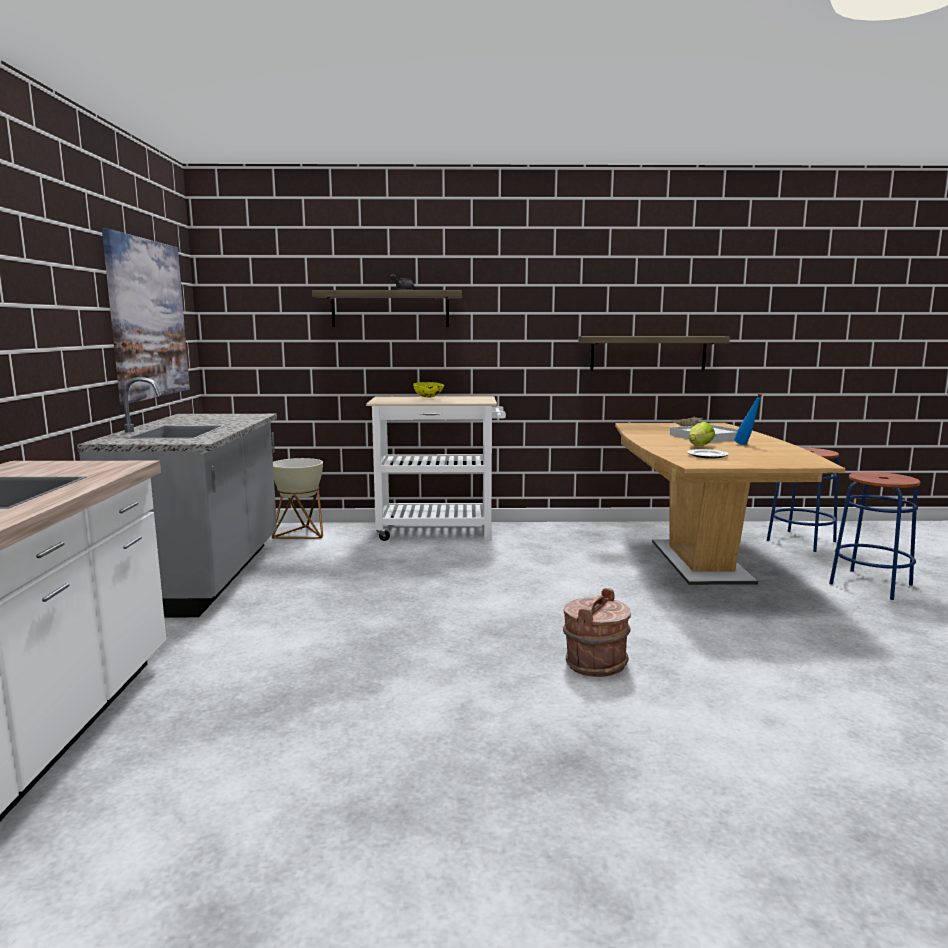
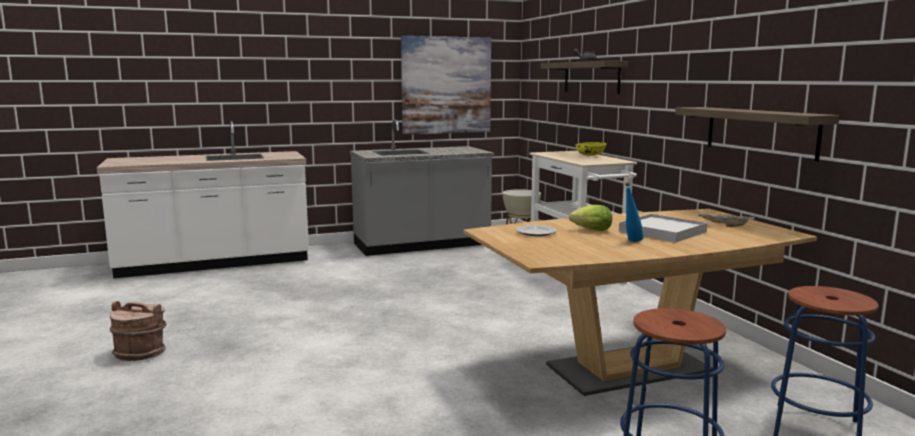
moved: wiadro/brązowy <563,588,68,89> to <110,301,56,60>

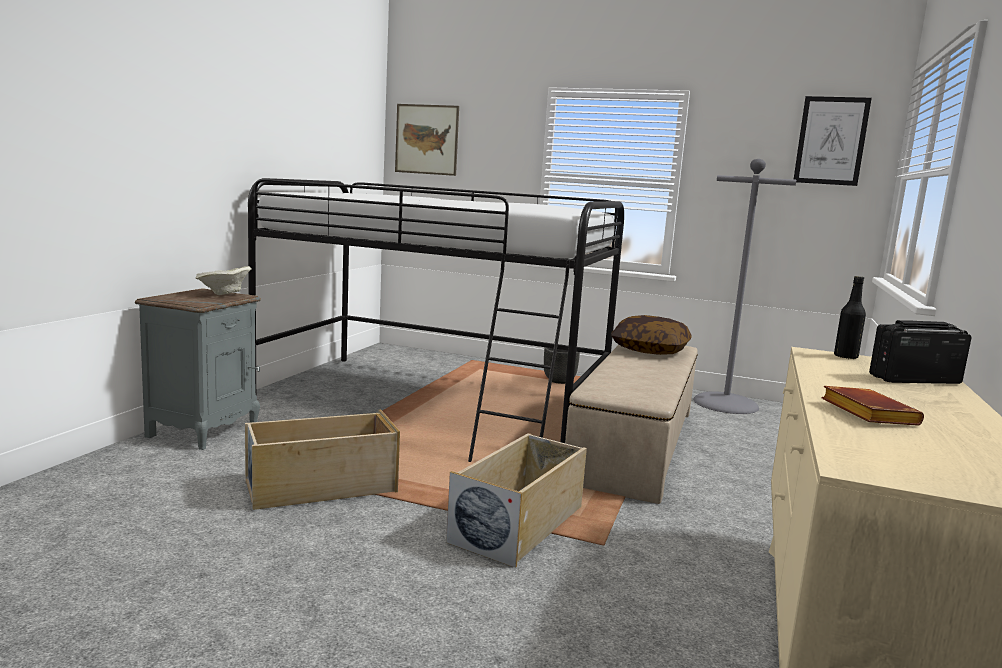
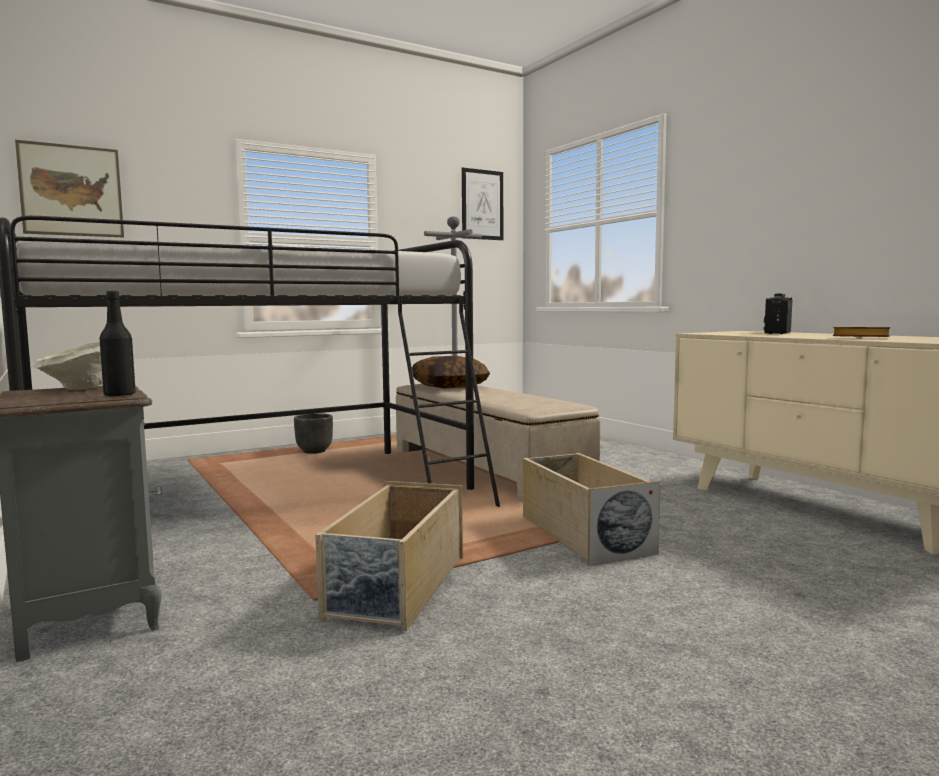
moved: butelka/czarny <834,276,32,83> to <100,291,36,106>

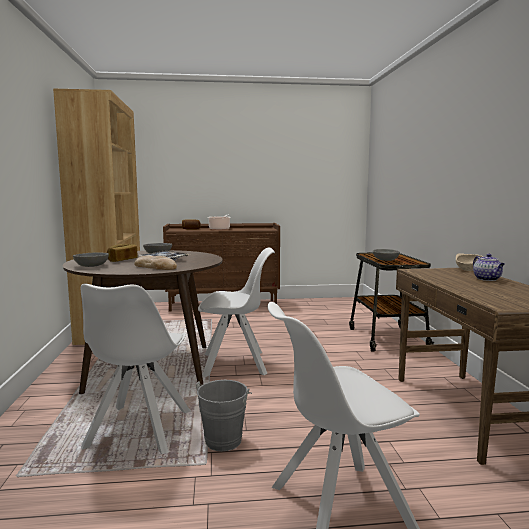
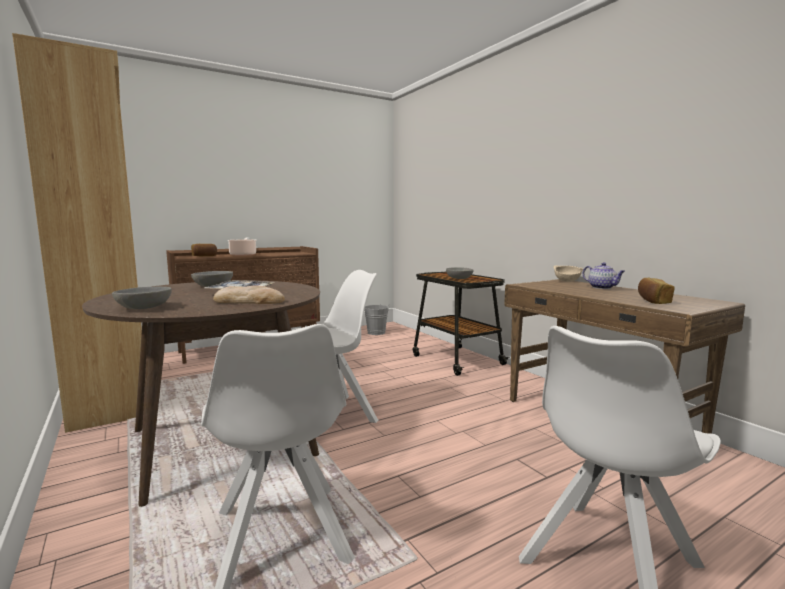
moved: chleb <107,244,31,18> to <638,278,37,26>; wiadro/szary <196,380,56,71> to <364,304,26,31>

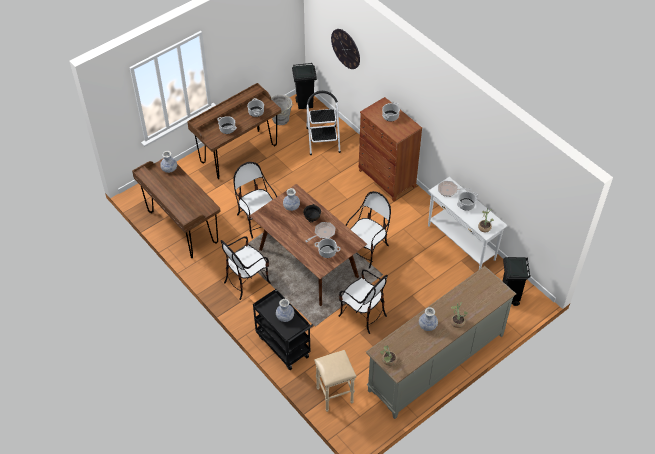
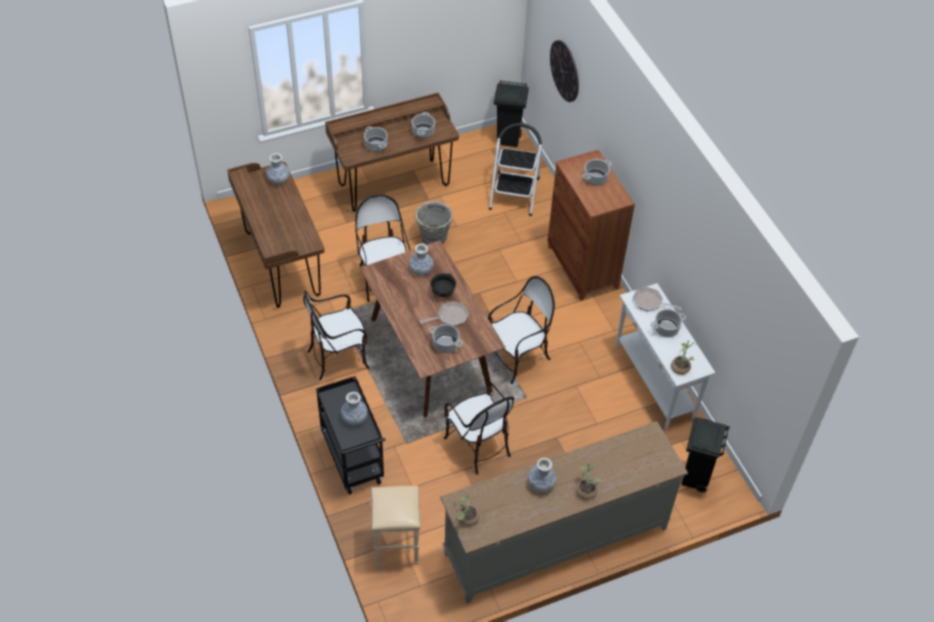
moved: wiadro/szary <271,94,22,31> to <413,201,39,44>

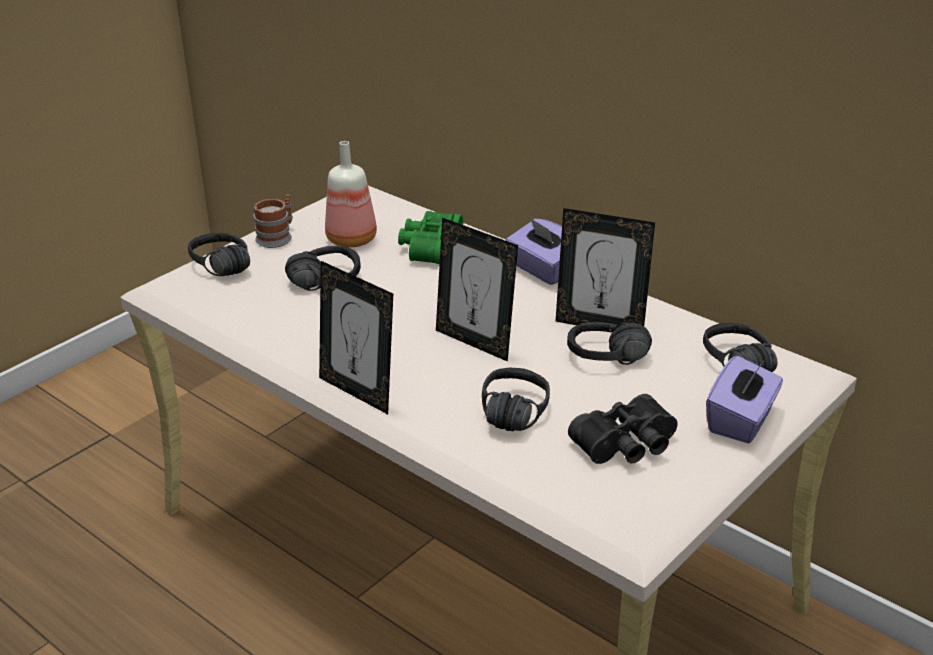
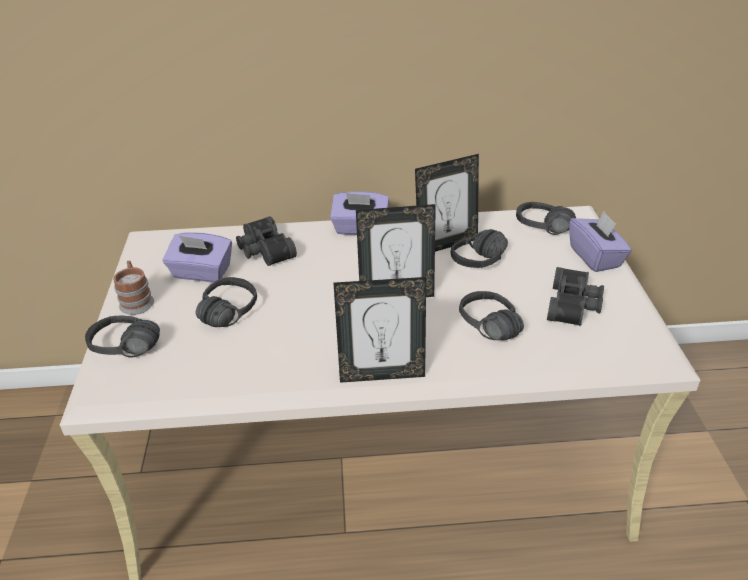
replaced: butelka <325,141,52,107> to pudełko chusteczek/fioletowy <163,232,69,50>
recoloured: lornetka/zielony <398,211,65,53> to lornetka/czarny <236,216,61,50>

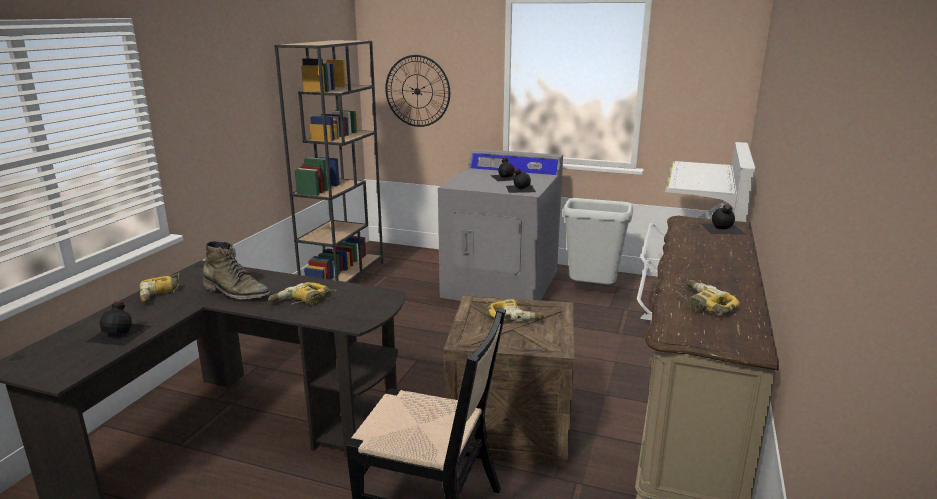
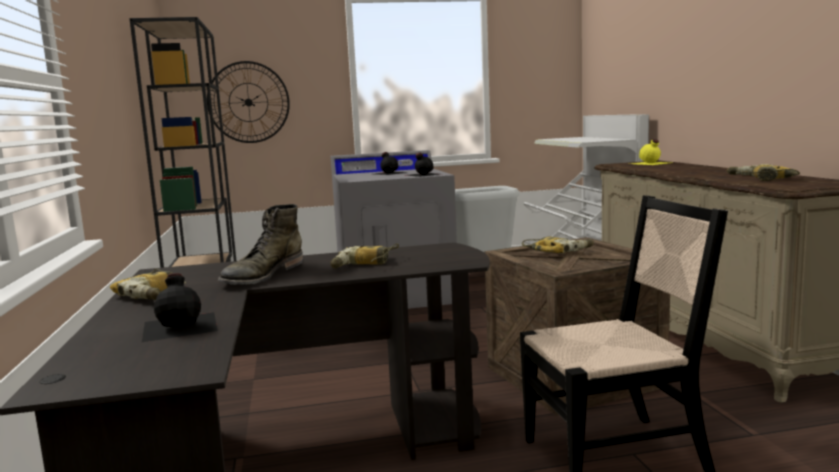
recoloured: butelka/czarny <701,205,44,29> to butelka/żółty <632,139,38,26>
turned: but z cholewką/zielony <203,241,68,58> = <217,204,86,81> 120 degrees clockwise

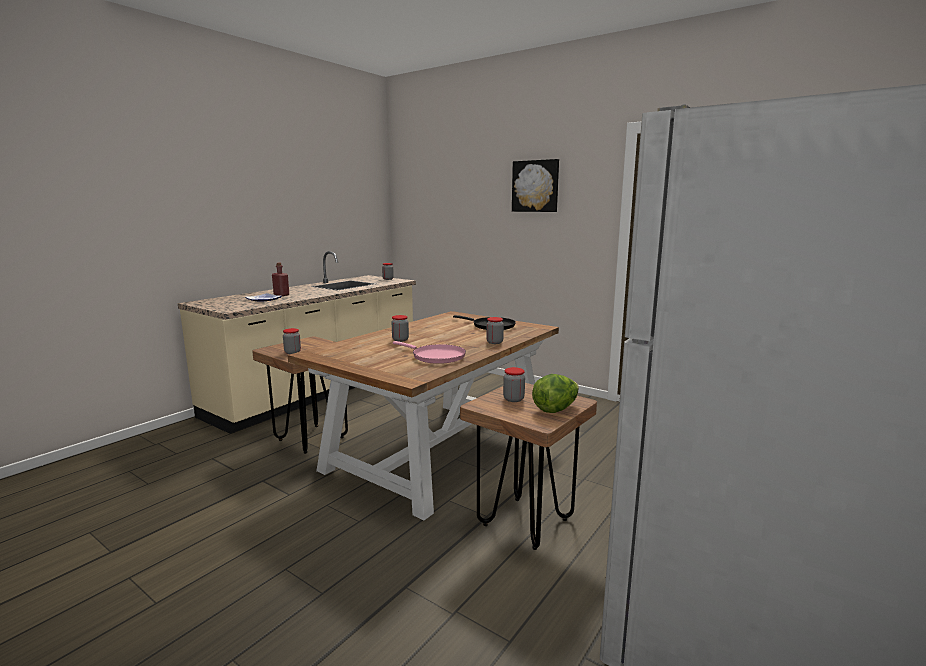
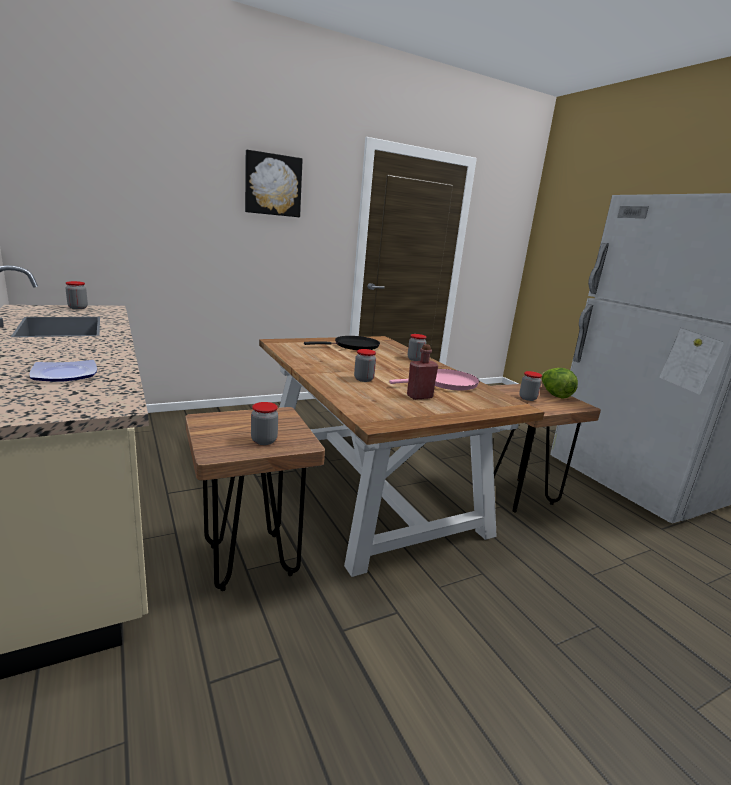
moved: butelka/czerwony <272,263,17,33> to <407,344,31,56>

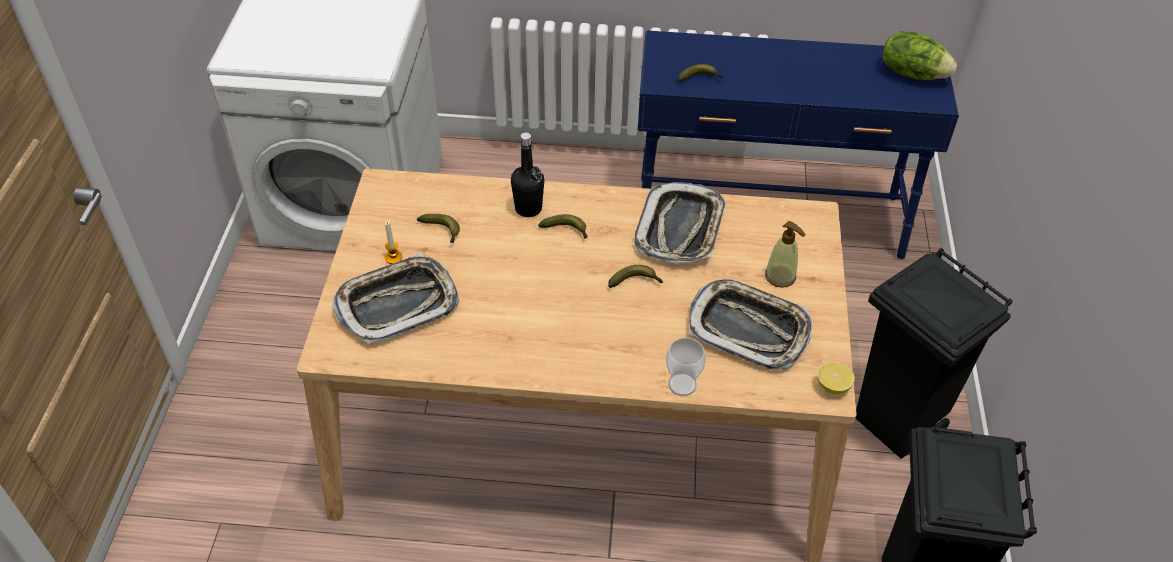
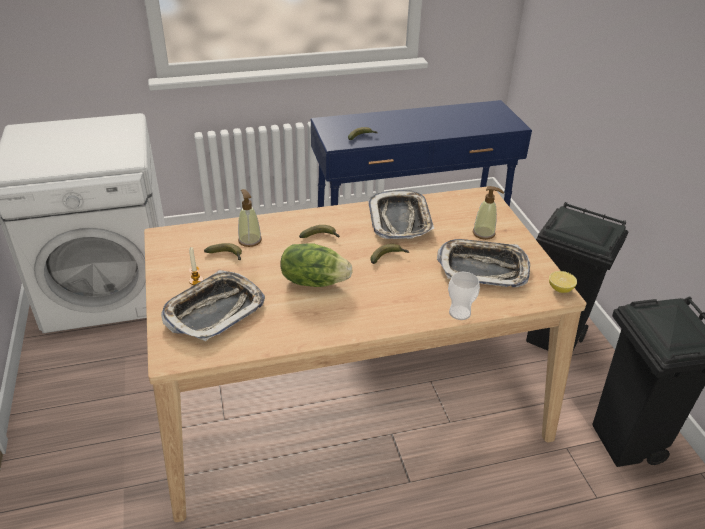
removed: butelka/czarny <511,133,33,84>
added: dozownik mydła <238,189,24,58>
moved: sałata <883,31,74,49> to <280,244,73,43>

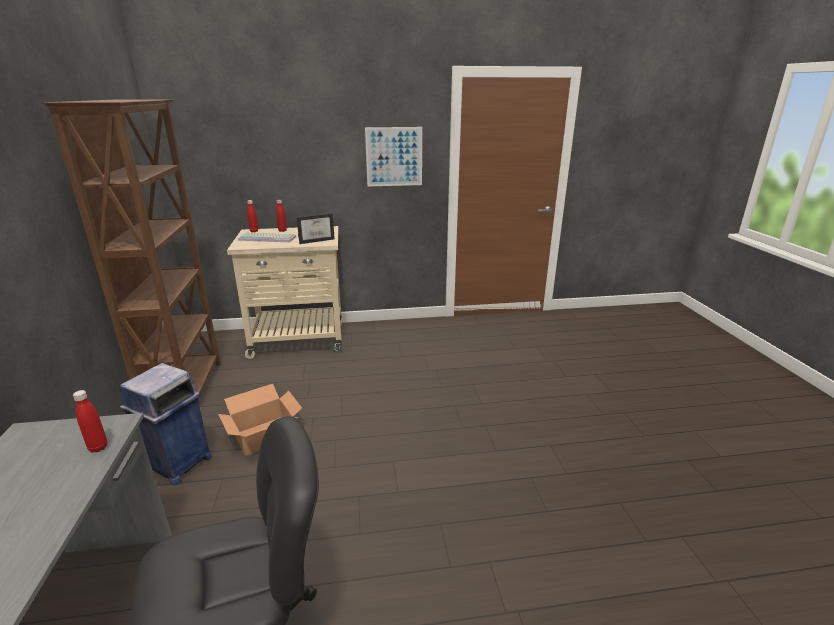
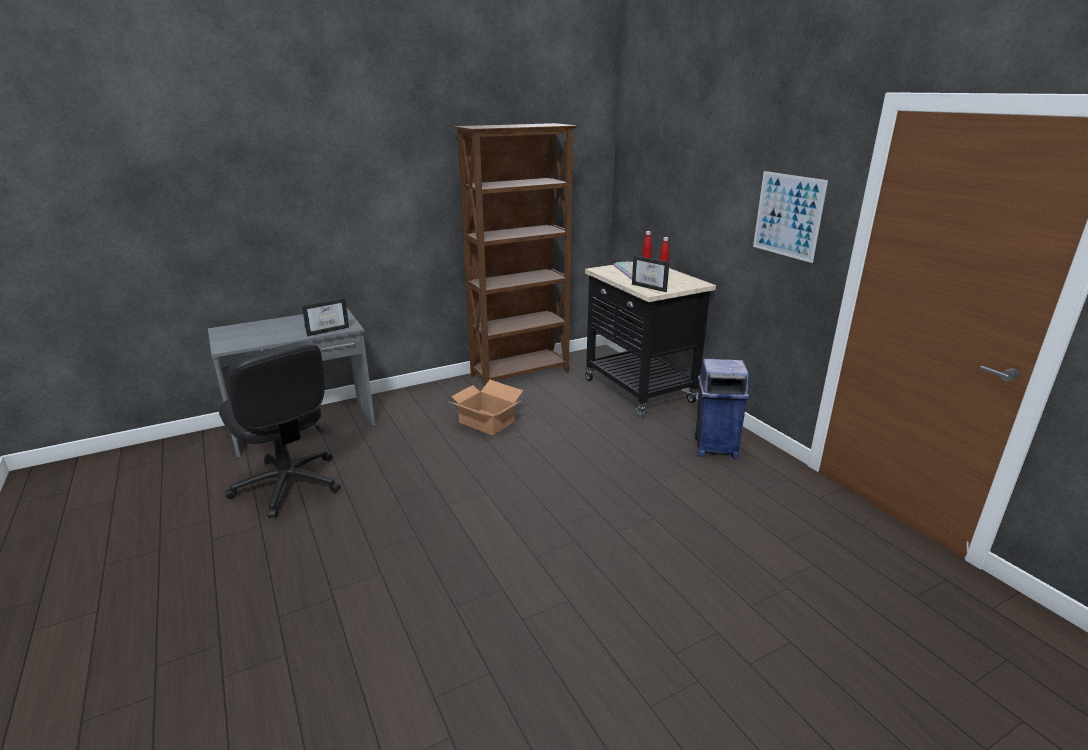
moved: kosz na śmieci/niebieski <120,363,92,122> to <695,359,55,100>
replaced: butelka/czerwony <73,390,35,63> to ramka na zdjęcie <302,298,47,38>
recoloured: wózek/beżowy <227,226,115,133> to wózek/czarny <585,262,131,155>

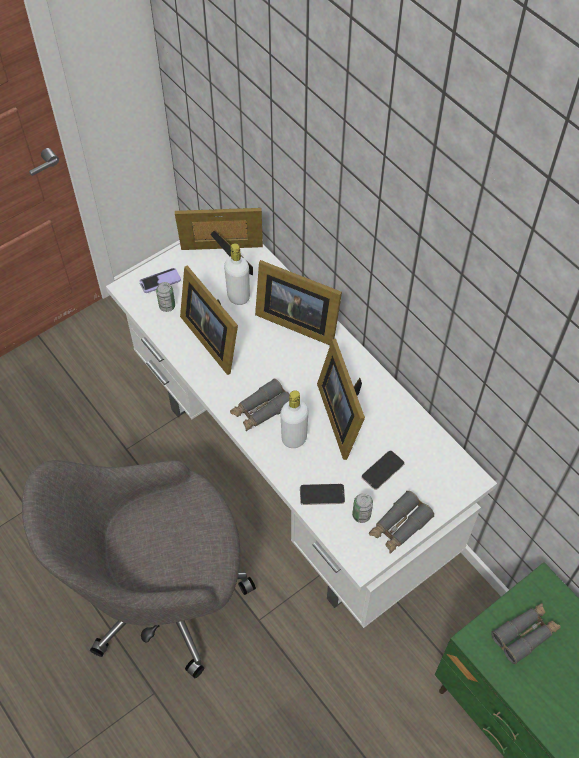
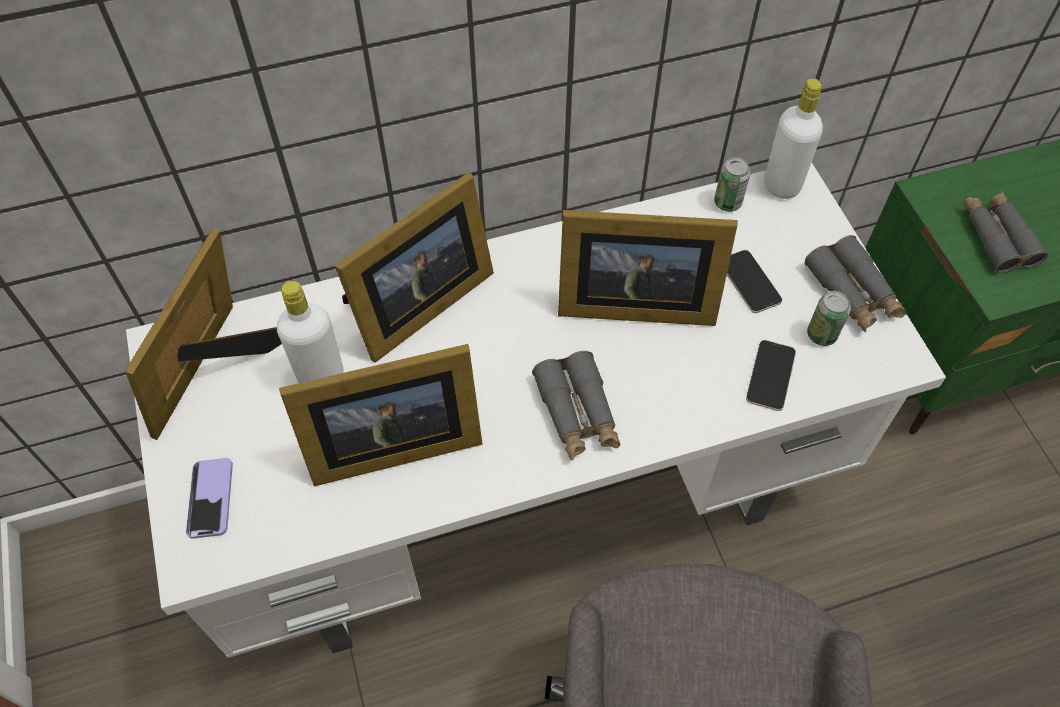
moved: puszka <156,282,19,30> to <714,157,37,55>; butelka/biały <280,390,29,58> to <764,78,59,121>

